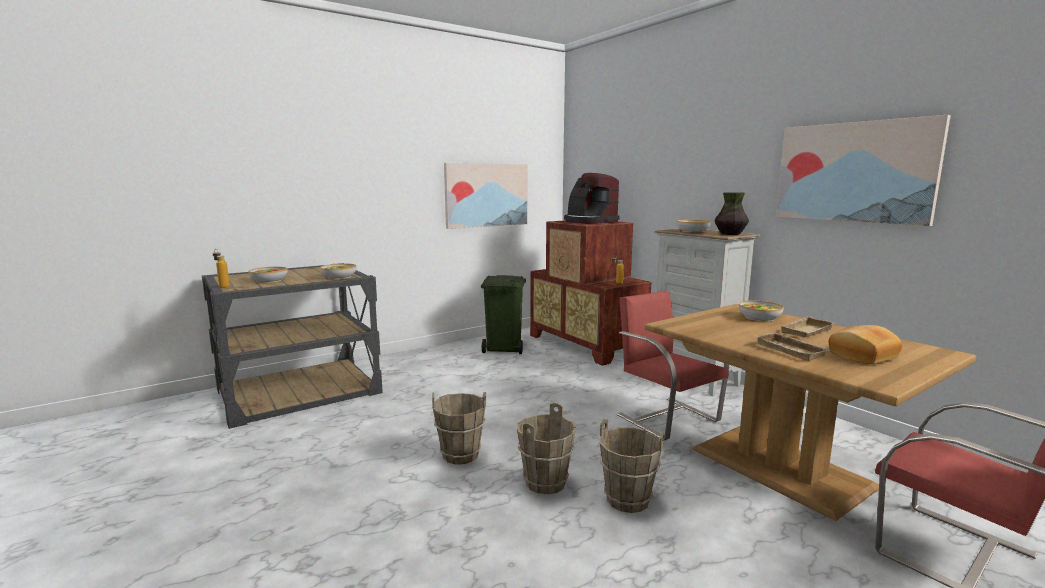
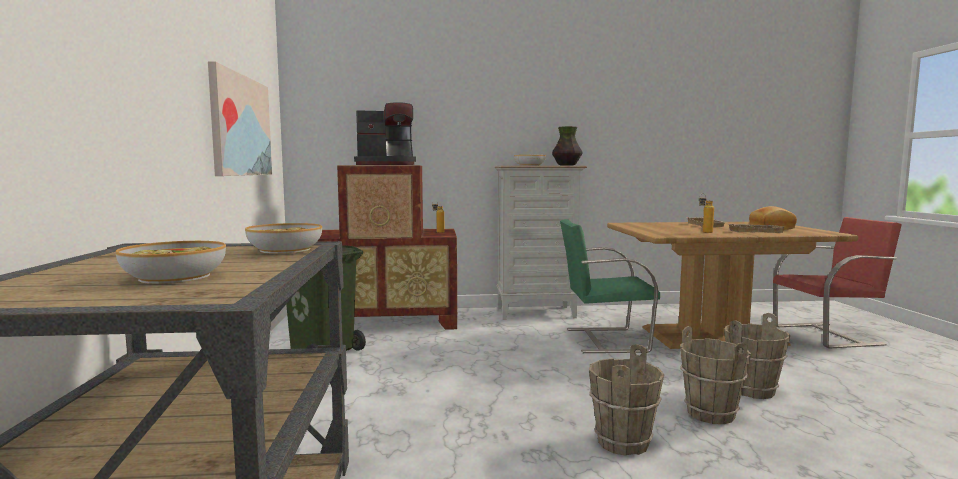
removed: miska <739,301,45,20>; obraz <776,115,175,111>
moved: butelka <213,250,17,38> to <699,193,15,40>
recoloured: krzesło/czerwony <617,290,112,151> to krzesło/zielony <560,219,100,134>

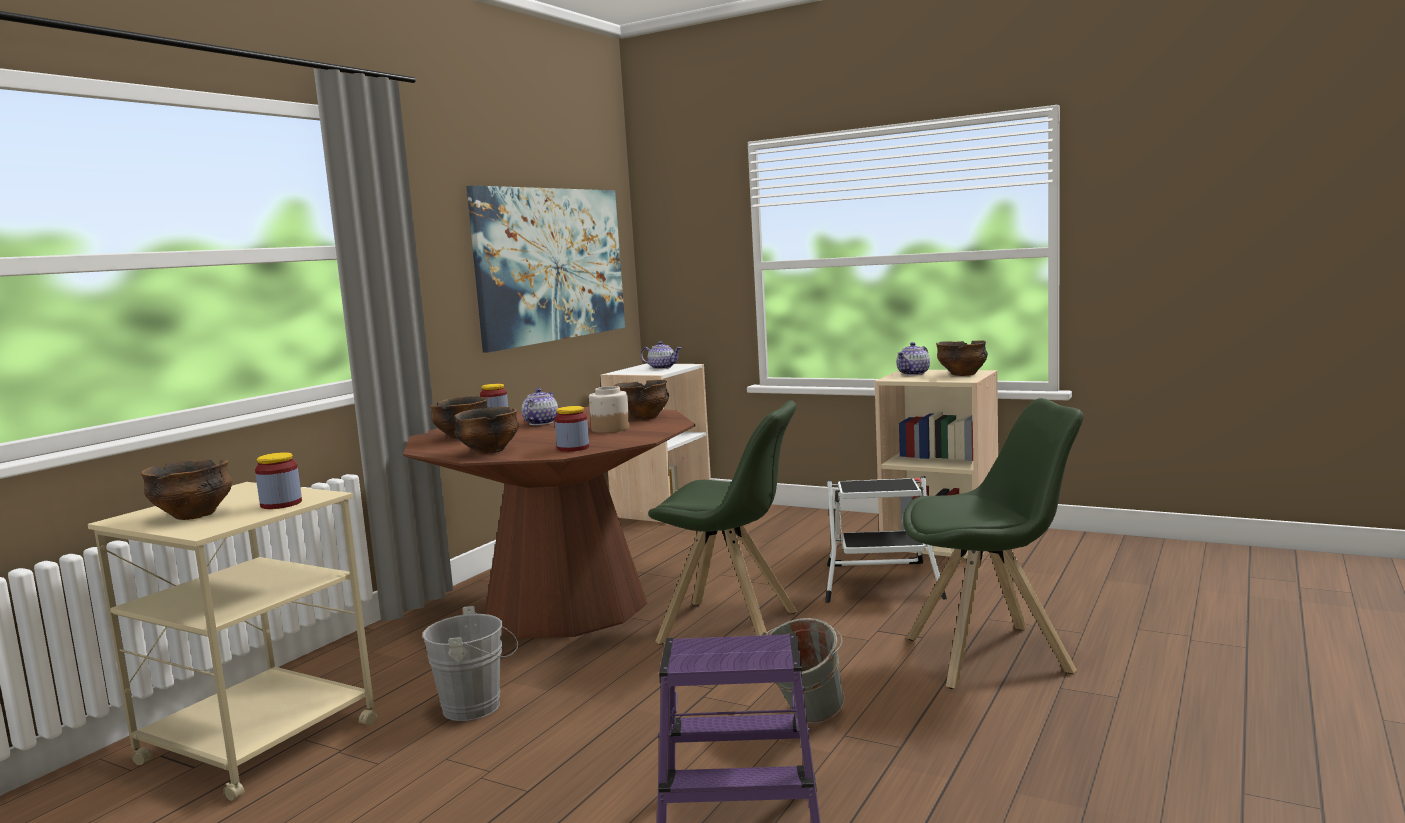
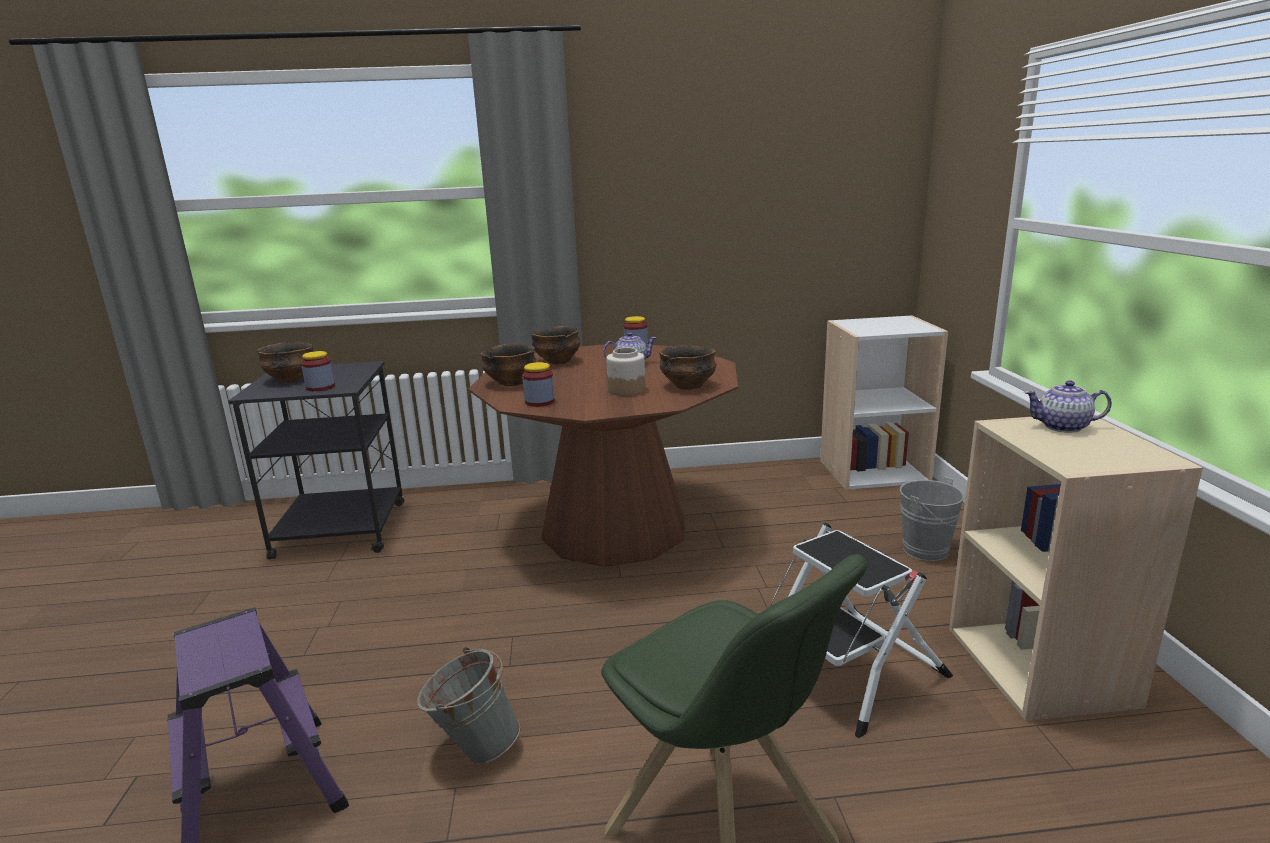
removed: obraz <466,185,159,167>; imbryk <641,341,41,28>; krzesło/zielony <648,400,149,245>; miska <936,340,52,36>
moved: wiadro/szary <423,606,95,115> to <900,477,65,84>
recoloured: wózek/beżowy <88,482,290,319> to wózek/czarny <228,361,176,198>

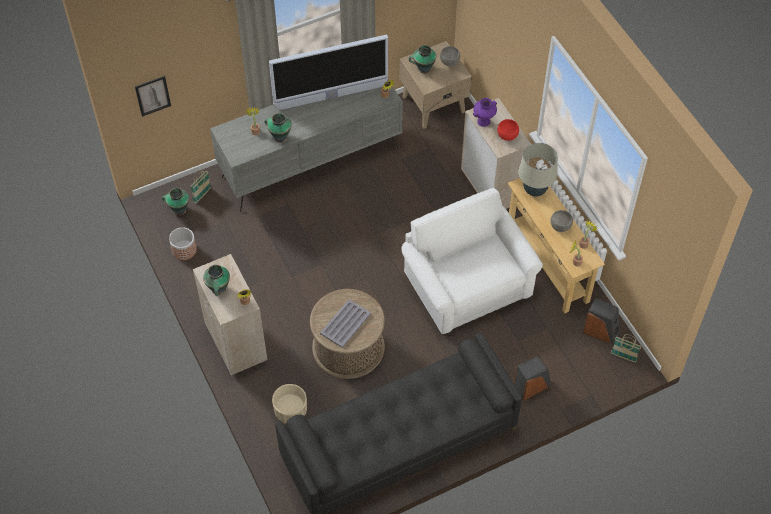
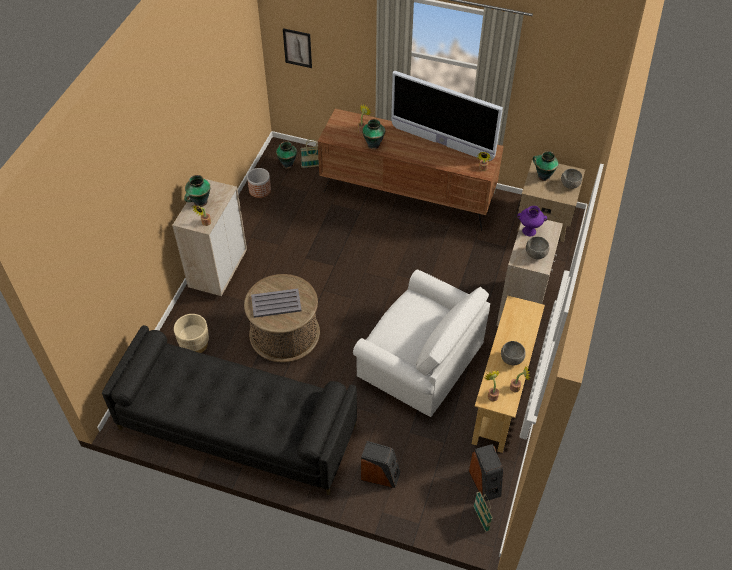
removed: lampa stołowa/beżowy <518,143,40,53>
recoloured: szafka pod telewizor/szary <210,80,193,132> to szafka pod telewizor/brązowy <317,109,187,123>; miska/czerwony <497,119,22,22> to miska/szary <526,237,23,22>
turned: fotel/biały <401,187,142,147> = <353,269,137,148> 105 degrees clockwise

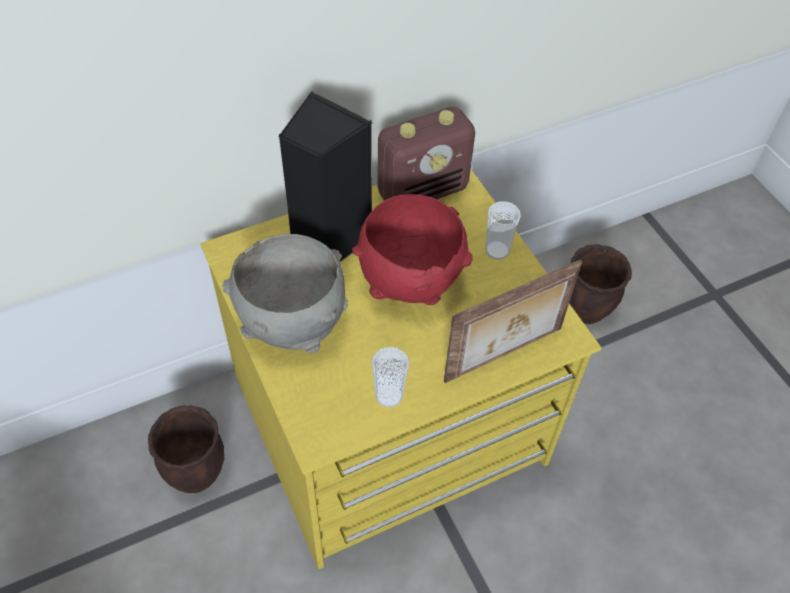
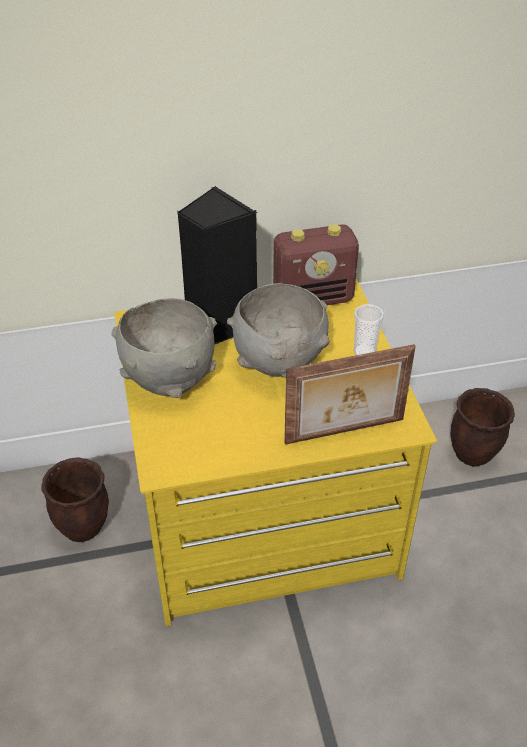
removed: filiżanka <371,347,39,61>
recoloured: miska/czerwony <352,194,121,111> to miska/szary <227,283,103,95>

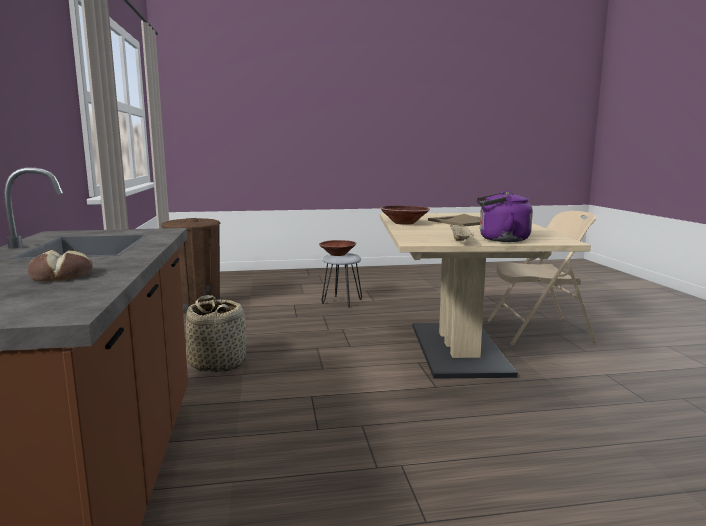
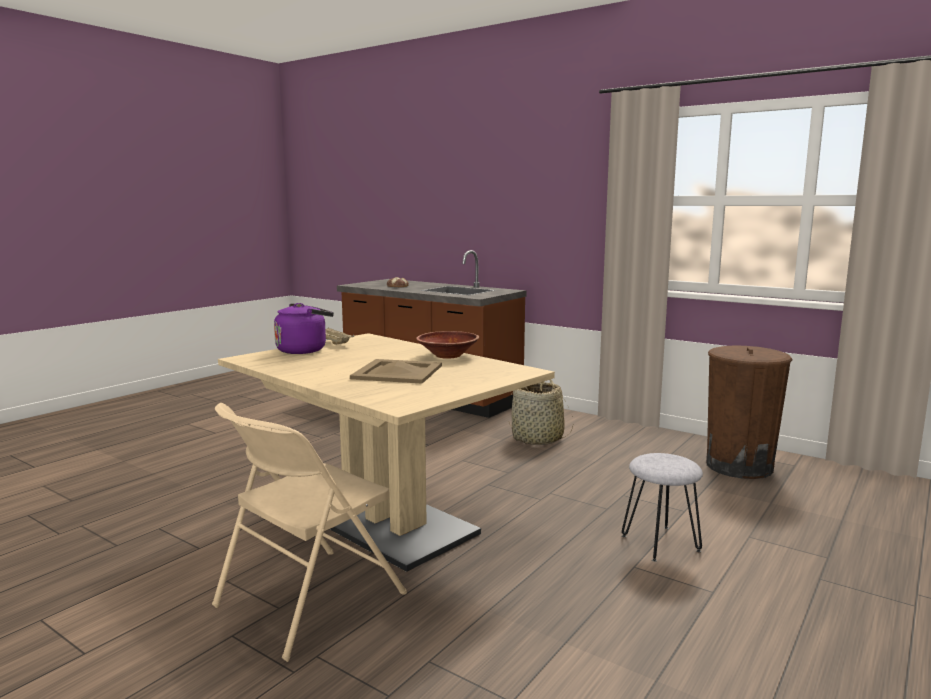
removed: miska/brązowy <319,240,38,16>

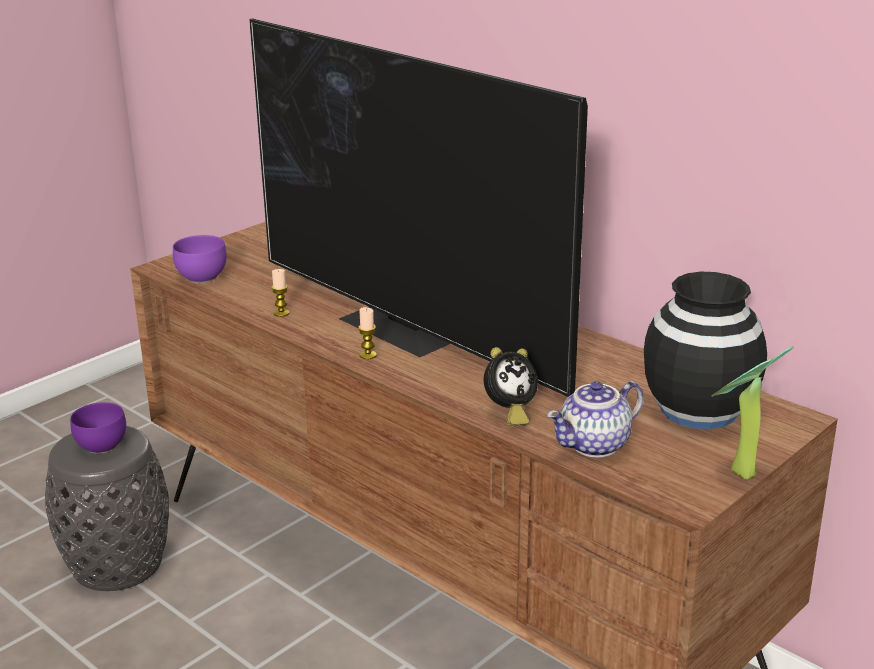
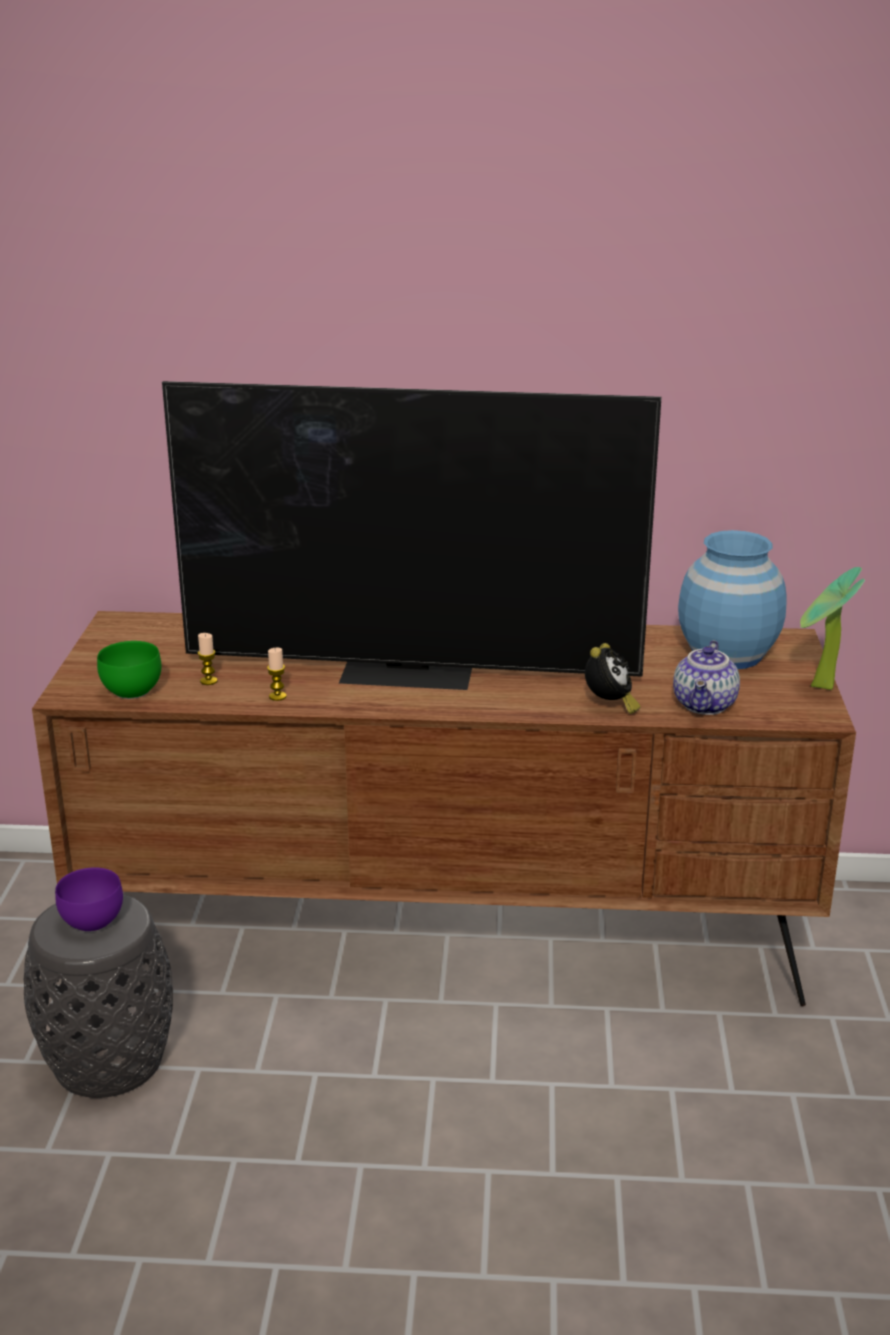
moved: świeca <358,307,19,52> to <198,633,20,52>
recoloured: miska/fioletowy <173,235,54,48> to miska/zielony <97,641,65,58>; wazon/czarny <644,272,123,157> to wazon/niebieski <678,530,109,139>

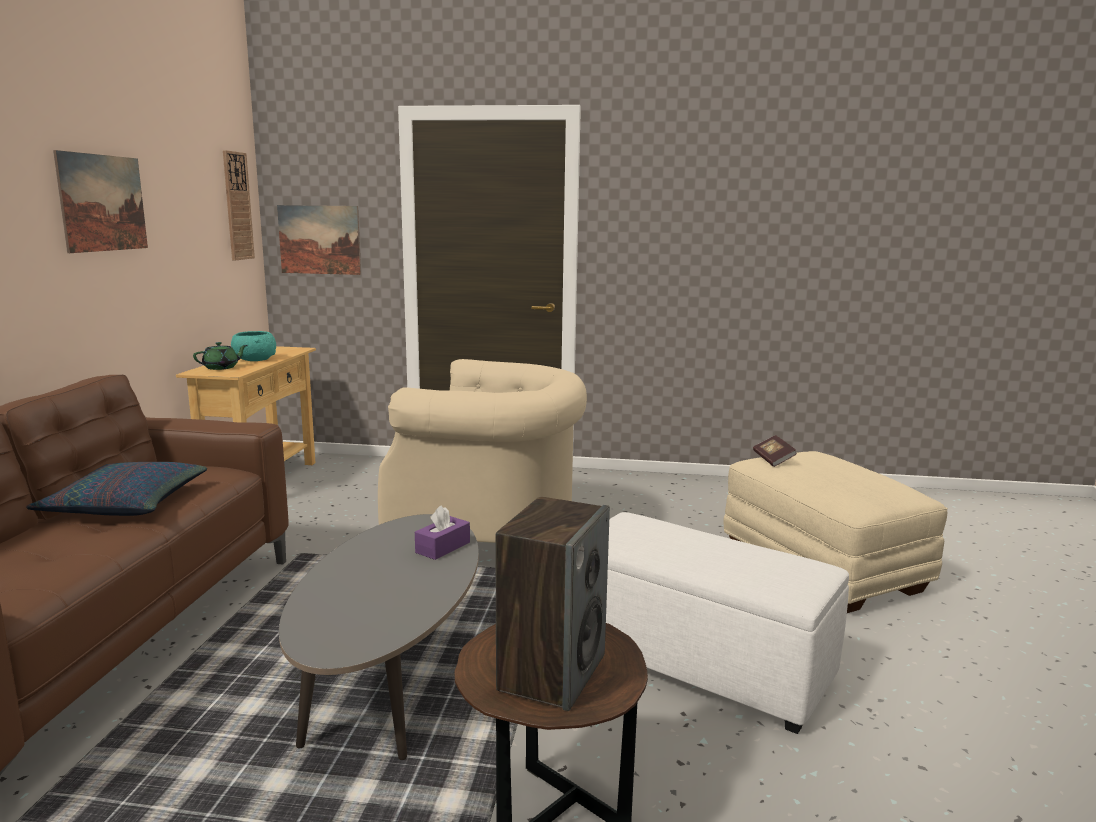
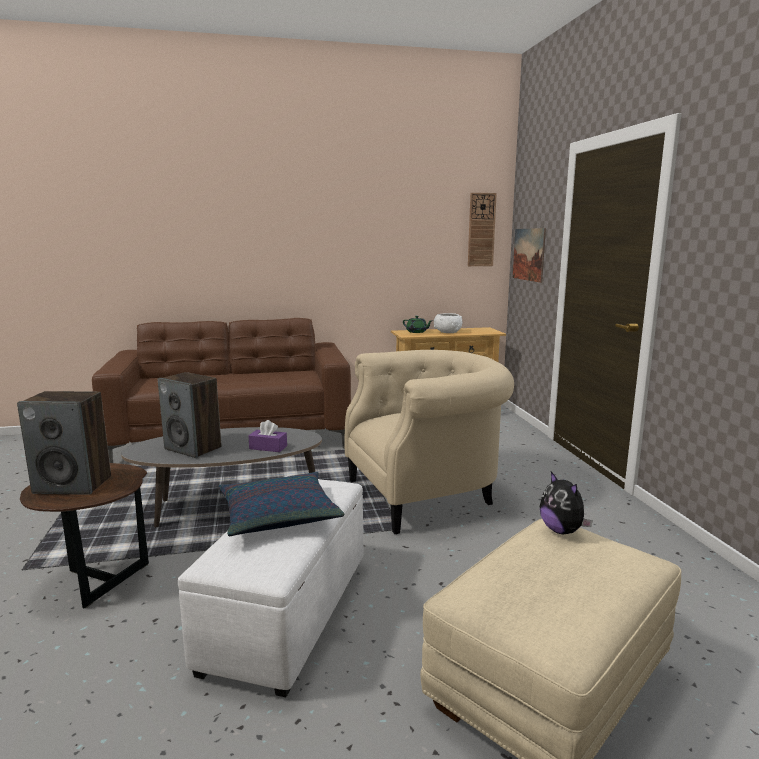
removed: obraz <53,150,95,103>
added: głośnik <158,372,63,86>
moved: poduszka/niebieski <26,462,181,54> to <218,472,126,64>
replaced: książka <753,435,44,32> to pluszak <540,472,52,62>
recoloured: miska/turkusowy <231,331,45,30> to miska/biały <434,313,28,20>
turned: fotel/beżowy <378,359,209,184> = <344,350,170,184> 105 degrees counterclockwise

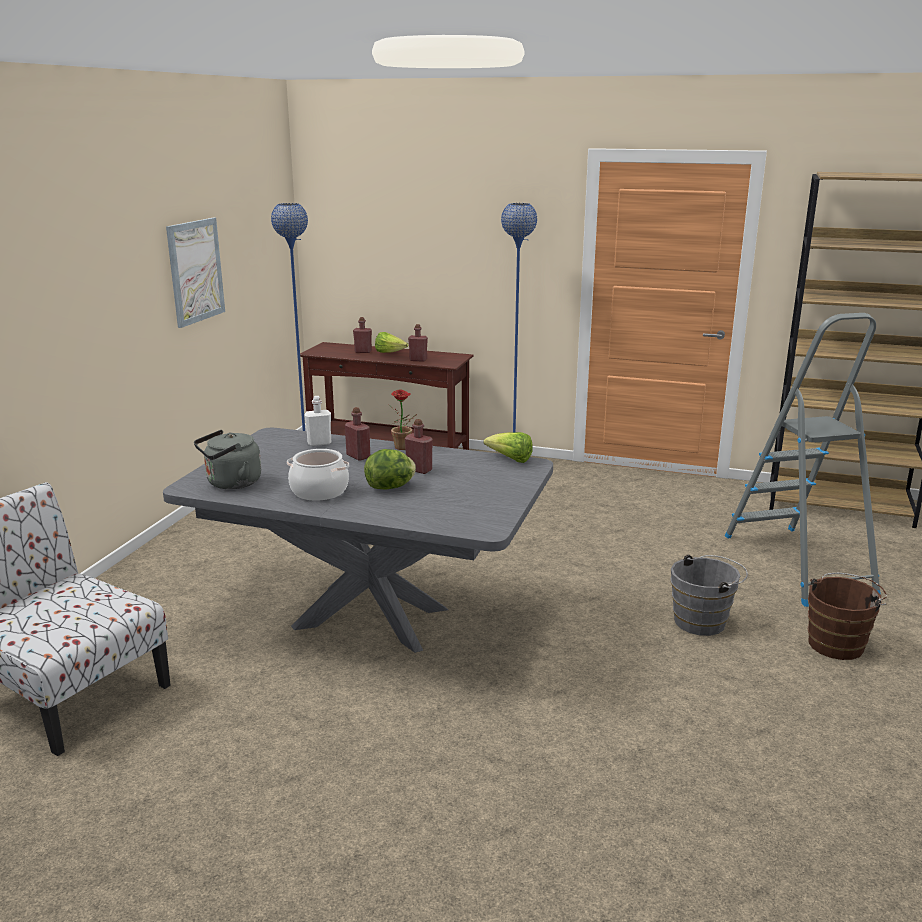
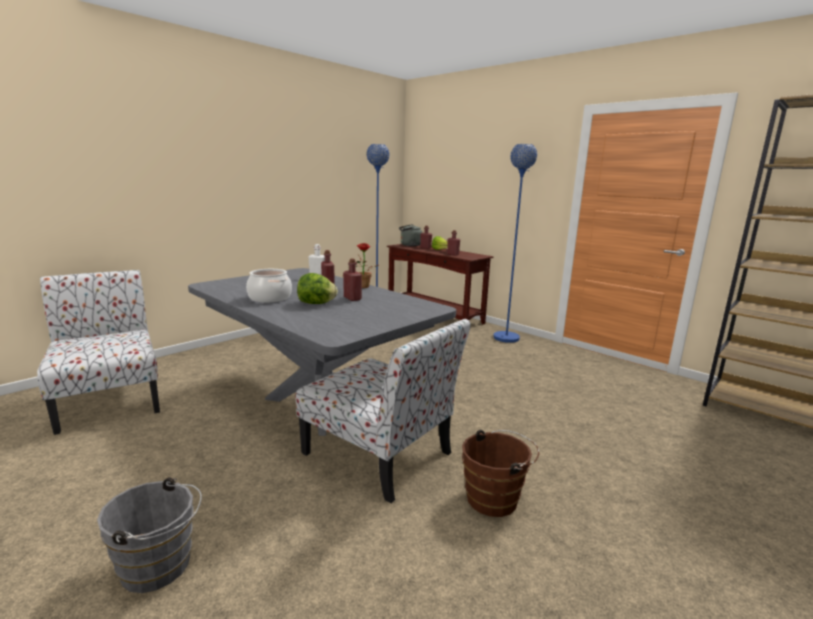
removed: obraz <166,218,59,110>; sałata <484,432,49,31>; drabinka/szary <725,313,156,294>
added: krzesło <295,319,176,184>
moved: czajnik/szary <194,430,67,59> to <399,224,23,22>; wiadro/szary <670,555,78,81> to <97,477,105,116>; wiadro/brązowy <808,573,79,87> to <462,430,77,87>

